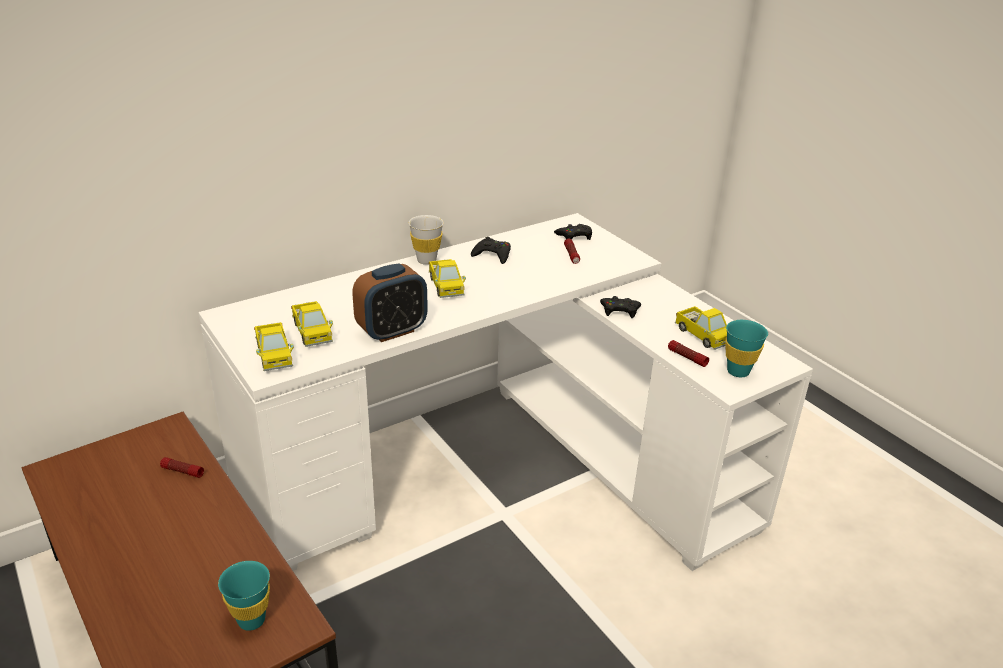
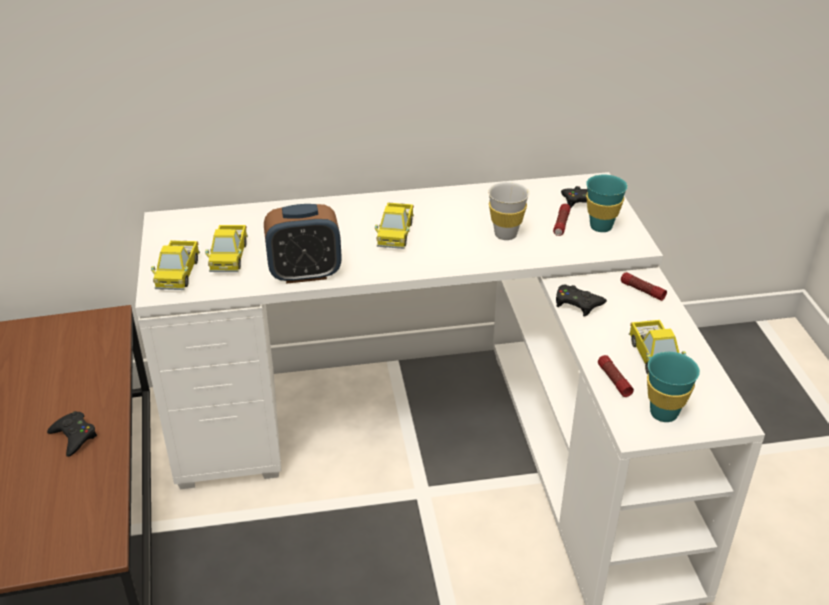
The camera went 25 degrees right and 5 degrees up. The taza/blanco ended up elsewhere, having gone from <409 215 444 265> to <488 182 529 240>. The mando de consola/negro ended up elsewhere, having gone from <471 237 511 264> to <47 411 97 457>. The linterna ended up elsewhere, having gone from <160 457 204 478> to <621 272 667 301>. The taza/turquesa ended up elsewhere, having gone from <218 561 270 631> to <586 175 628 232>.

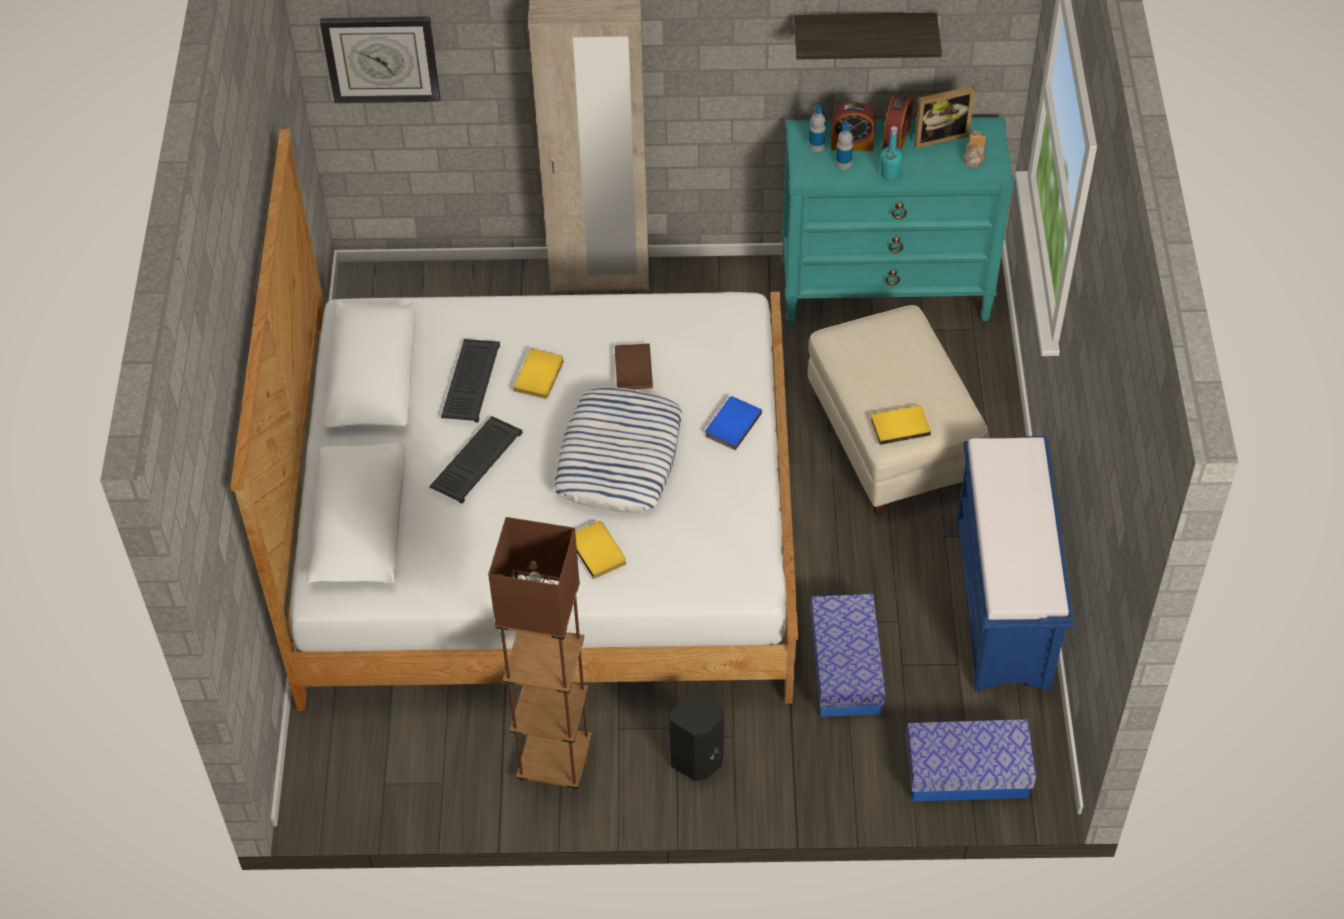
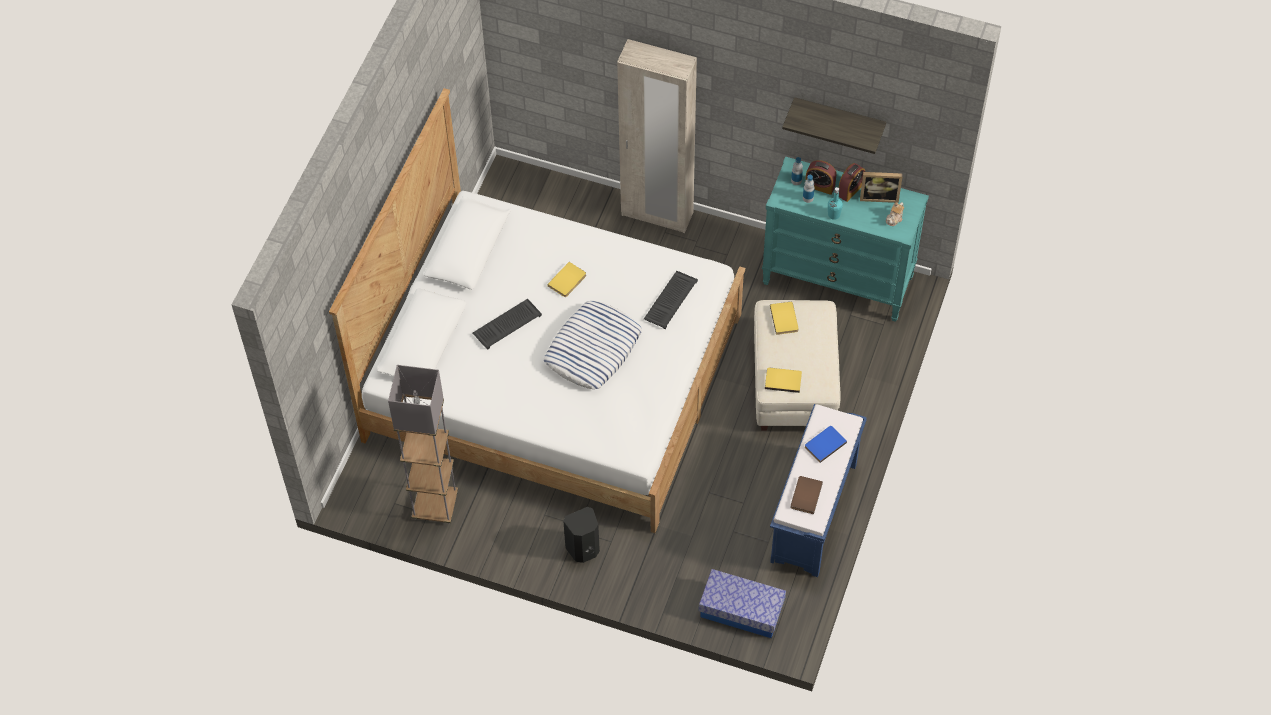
The camera went 20 degrees right and 5 degrees up. The second view lost the reloj de pared at <320 16 440 103>. The teclado ended up elsewhere, having gone from <441 339 500 422> to <644 271 698 329>. The libro/marrón ended up elsewhere, having gone from <615 344 653 389> to <791 476 823 514>. The libro/azul ended up elsewhere, having gone from <705 396 762 450> to <805 426 847 463>. The second view lost the lámpara de pie/marrón at <488 517 592 791>. The libro/amarillo ended up elsewhere, having gone from <575 521 626 579> to <770 302 798 335>. The second view lost the caja de almacenaje at <810 594 885 717>. The second view gained the lámpara de pie/gris at <388 365 458 524>.

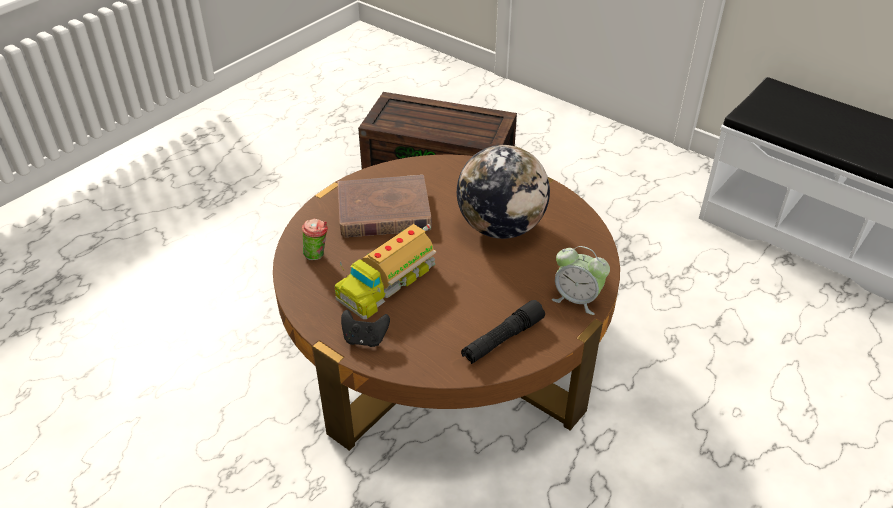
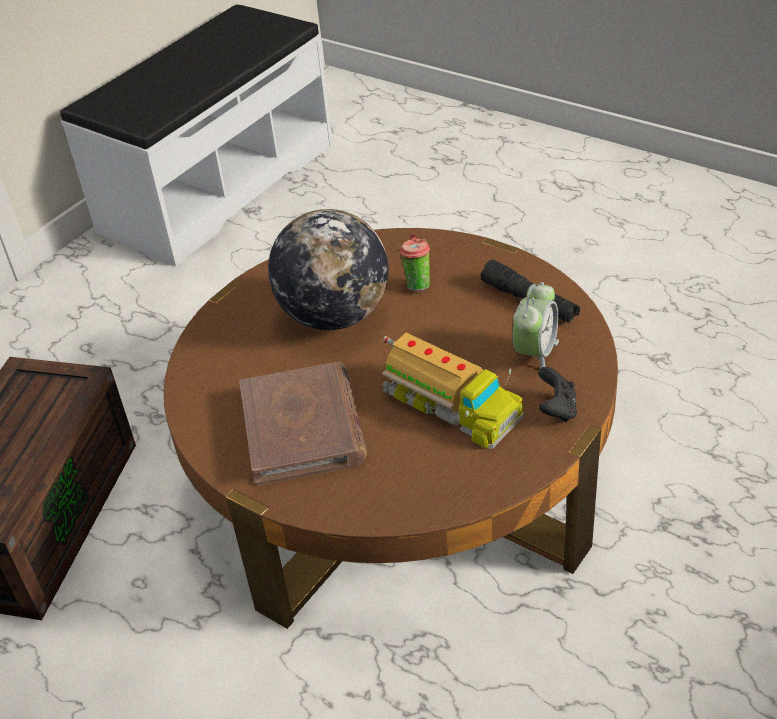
The camera went 90 degrees left and 0 degrees up. The taza ended up elsewhere, having gone from <302 219 328 260> to <399 233 430 291>. The despertador ended up elsewhere, having gone from <552 246 610 315> to <512 282 559 368>.

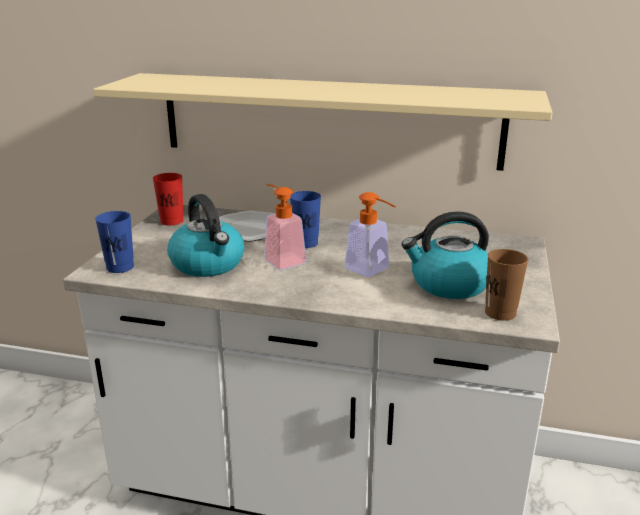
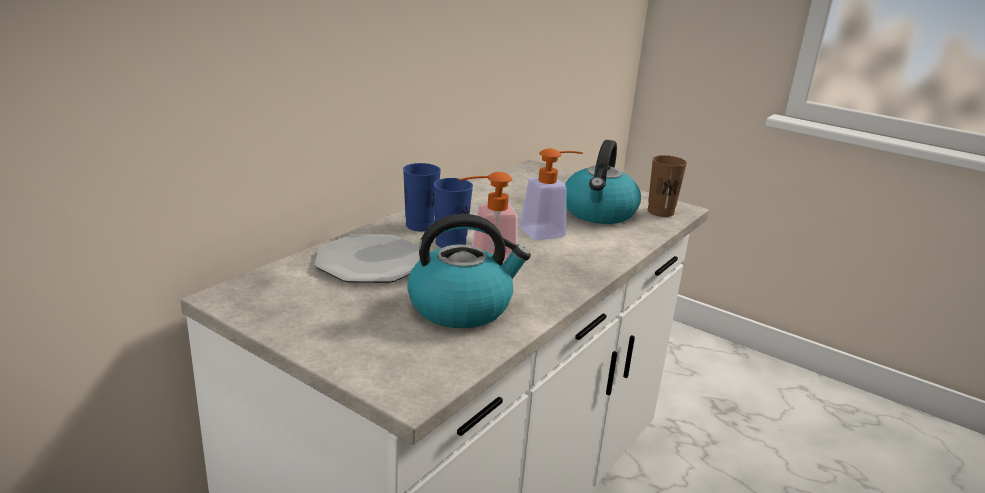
The camera went 70 degrees left and 0 degrees up. The second view lost the estante/beis at <93 73 552 171>. The second view lost the taza/rojo at <153 173 184 226>. The taza/azul ended up elsewhere, having gone from <95 211 134 273> to <403 163 441 231>.

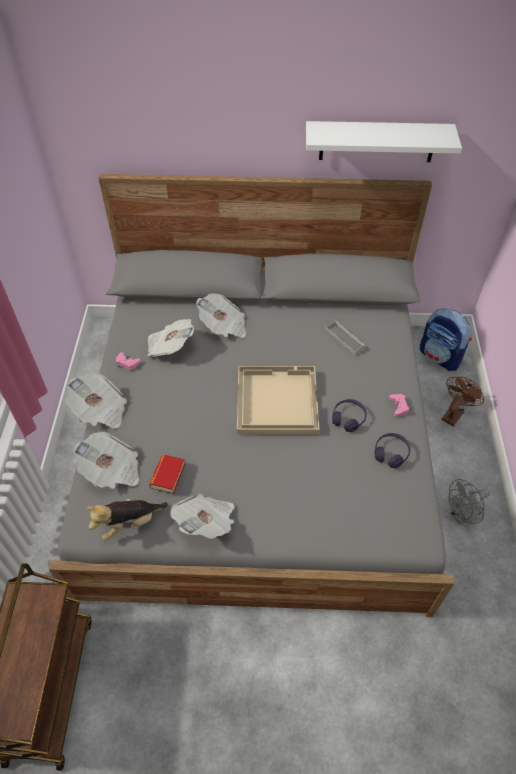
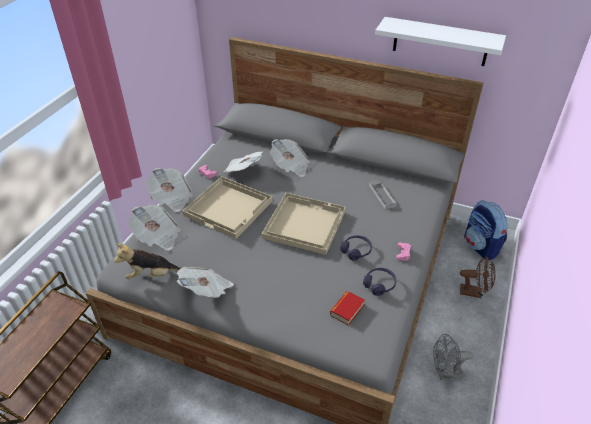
The camera went 20 degrees right and 10 degrees down. The ventilador/marrón at <441 377 484 426> ended up facing another way, 45 degrees clockwise from before. The libro ended up elsewhere, having gone from <149 454 185 494> to <330 291 365 326>. The second view gained the bandeja/beis at <182 176 273 239>.

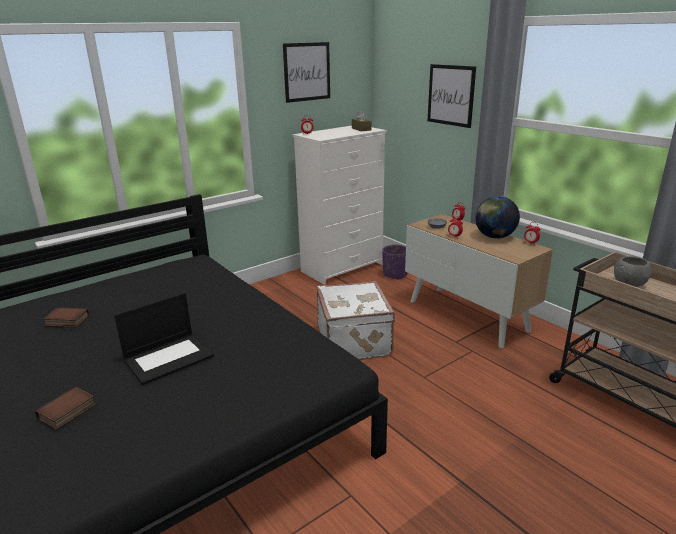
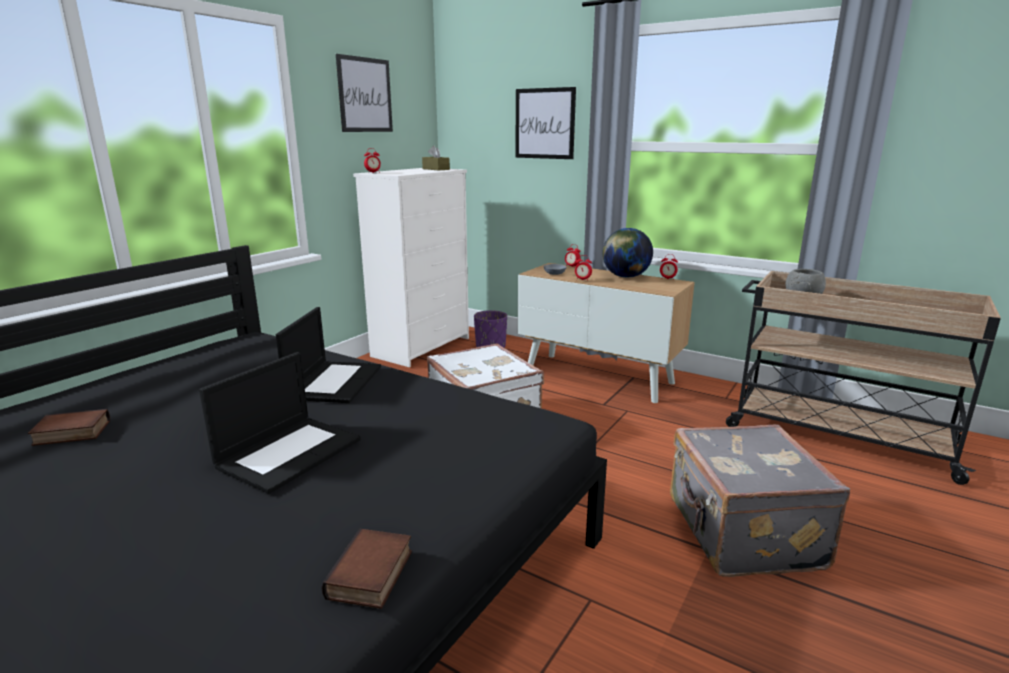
The camera went 20 degrees left and 5 degrees down. The libro ended up elsewhere, having gone from <35 387 96 430> to <321 529 412 609>. The second view gained the portátil at <276 307 381 403>. The second view gained the maleta/gris at <670 425 850 577>.

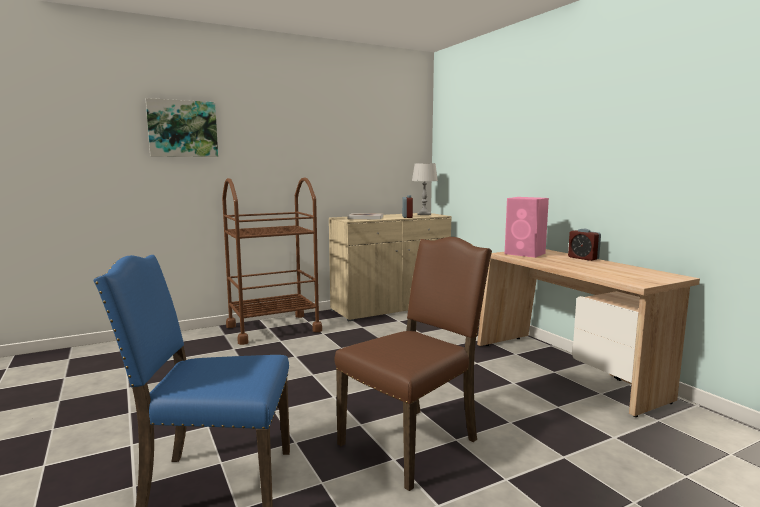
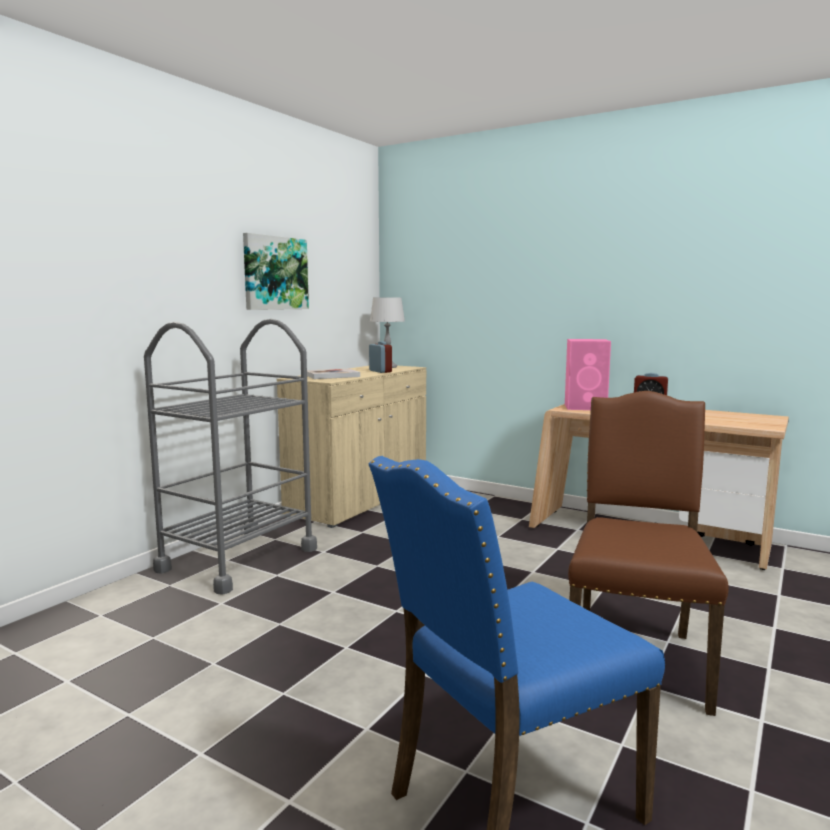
The camera went 30 degrees left and 0 degrees up. The cuadro ended up elsewhere, having gone from <146 98 218 157> to <243 233 309 310>. What was the carrito/marrón at <222 177 322 345> turned into the carrito/gris at <144 319 317 595>.

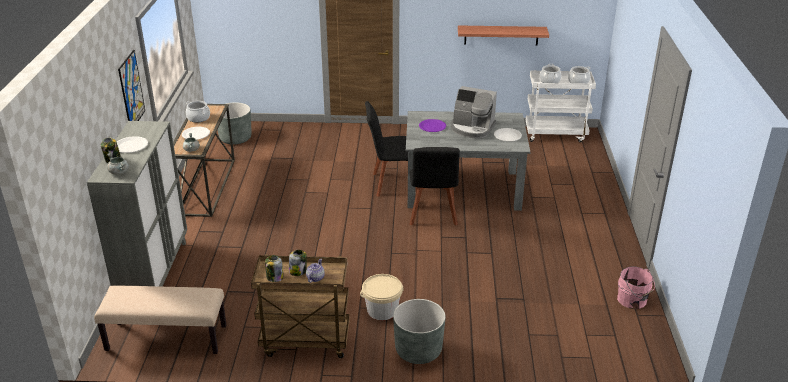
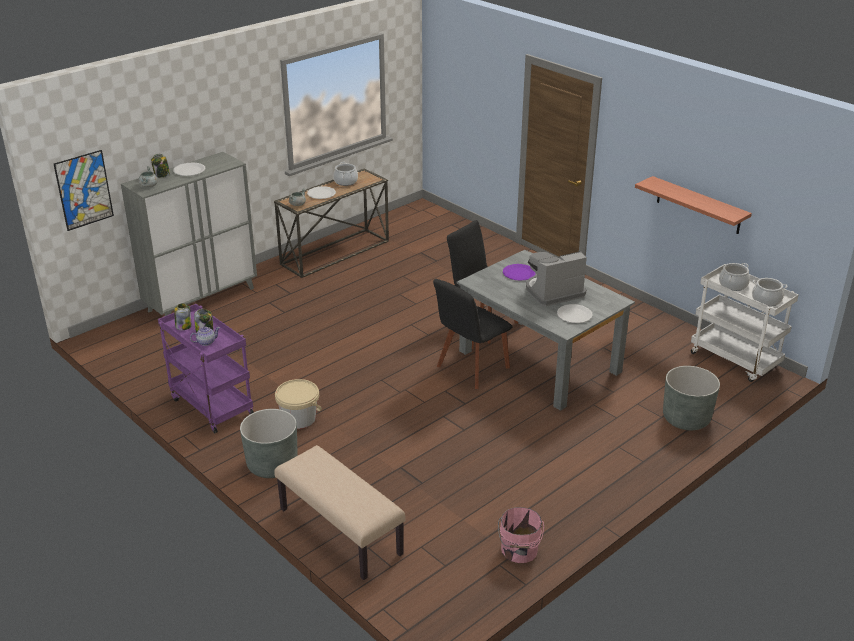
The camera went 45 degrees right and 0 degrees up. The cuadro ended up elsewhere, having gone from <118 50 145 121> to <54 150 114 231>. The cafetera at <451 86 497 138> ended up facing another way, 90 degrees clockwise from before. The maceta/gris ended up elsewhere, having gone from <218 102 252 145> to <663 366 720 430>. What was the carrito/marrón at <251 255 350 358> turned into the carrito/morado at <158 304 254 433>. The banco/beis ended up elsewhere, having gone from <94 286 226 354> to <274 445 406 580>.

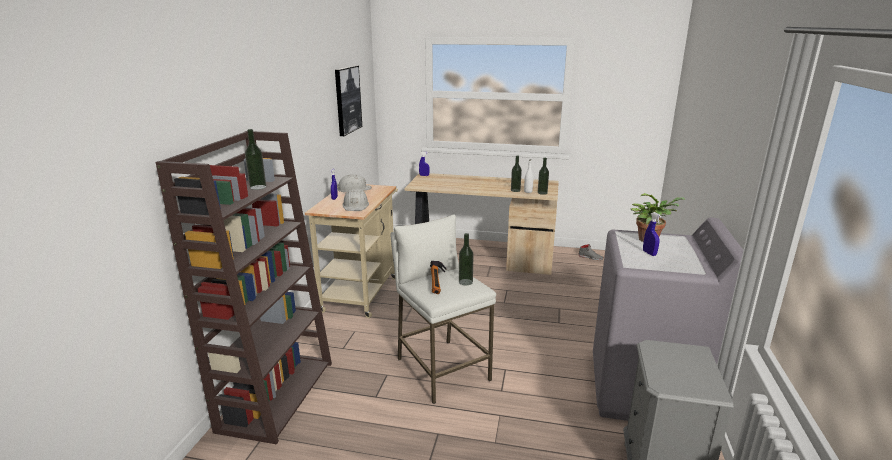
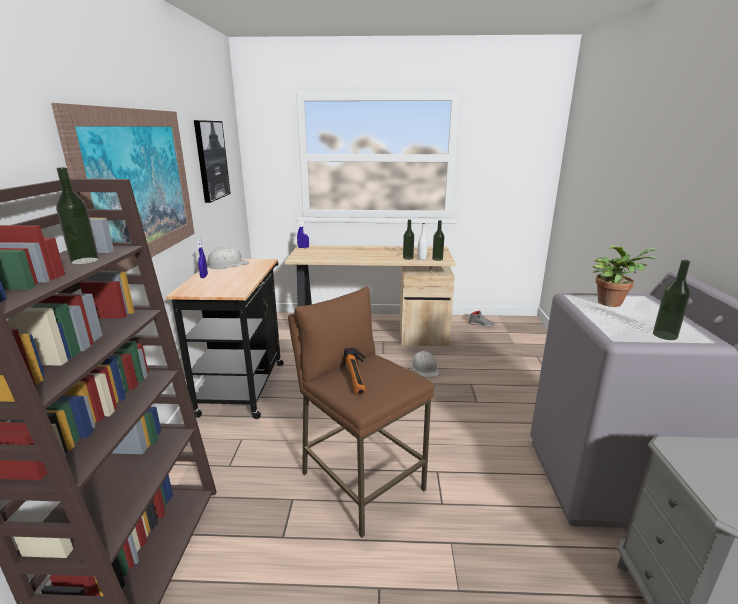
The camera went 10 degrees left and 0 degrees up. What was the carrito/beis at <305 184 398 318> turned into the carrito/negro at <166 259 284 419>. The casco/blanco ended up elsewhere, having gone from <343 188 369 211> to <411 351 439 378>. The second view lost the pulverizador/azul at <643 212 662 256>. What was the taburete/blanco at <390 214 496 404> turned into the taburete/marrón at <288 286 434 537>. The botella ended up elsewhere, having gone from <459 233 474 285> to <653 260 690 340>. The second view gained the cuadro at <51 103 195 272>.

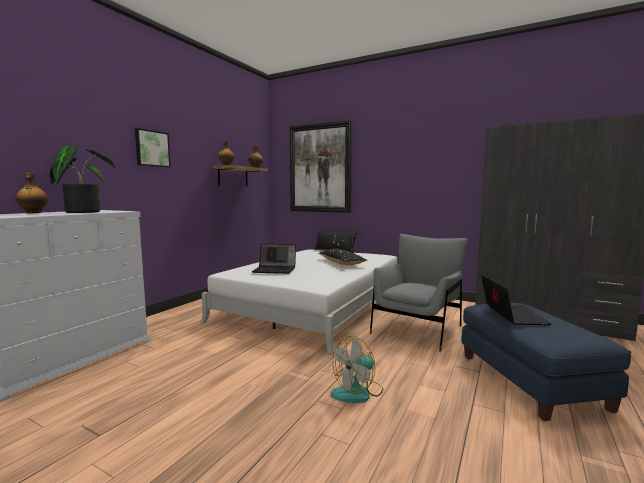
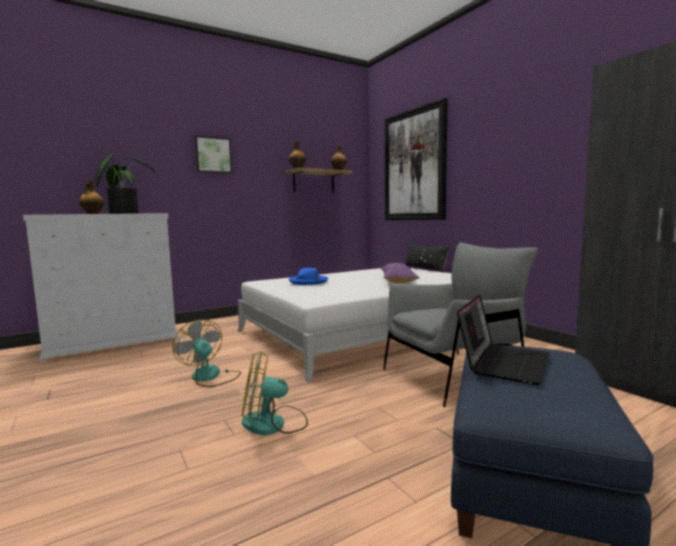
The camera went 30 degrees right and 0 degrees up. Where the portátil stood at <252 244 296 274>, the sombrero/azul came to stand at <289 268 328 285>. What was the cojín/negro at <319 249 367 265> turned into the cojín/morado at <380 263 420 283>. The second view gained the ventilador at <172 319 241 387>.

